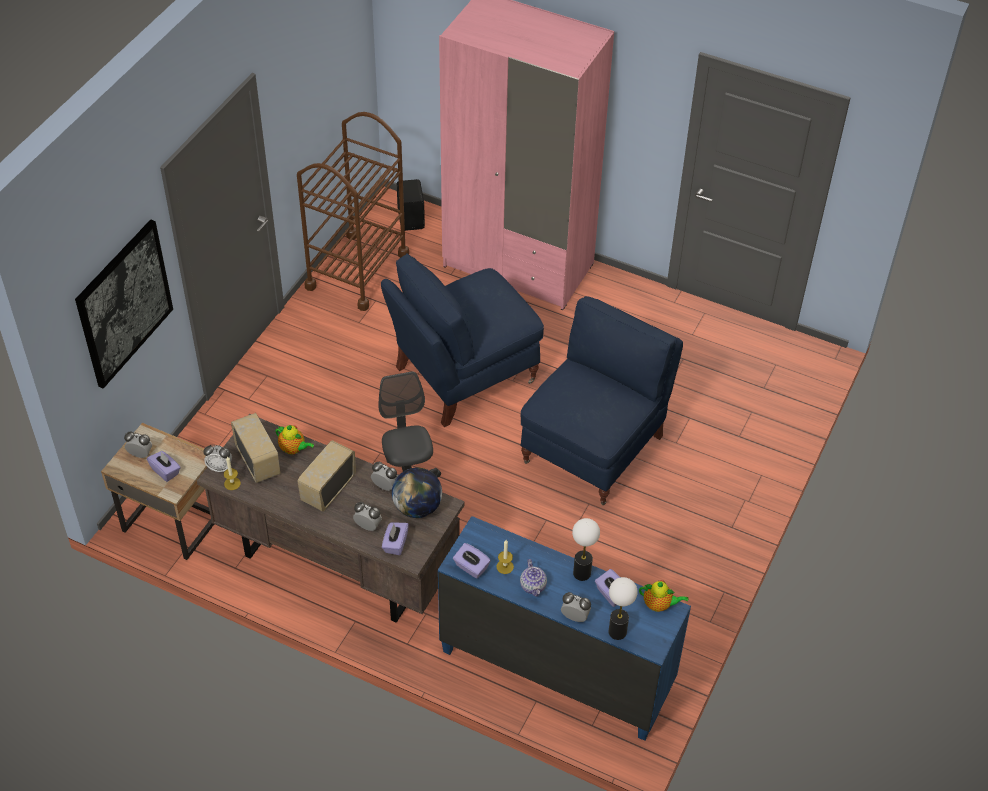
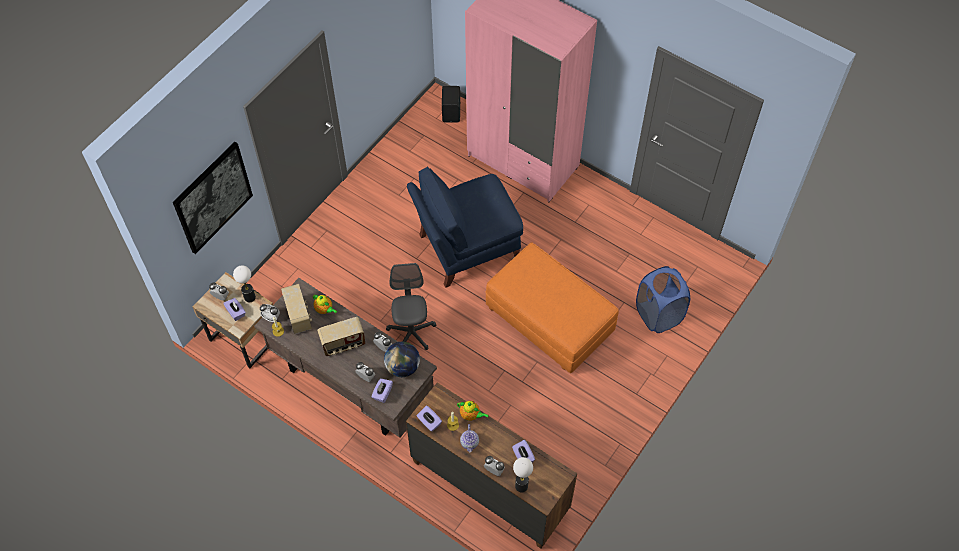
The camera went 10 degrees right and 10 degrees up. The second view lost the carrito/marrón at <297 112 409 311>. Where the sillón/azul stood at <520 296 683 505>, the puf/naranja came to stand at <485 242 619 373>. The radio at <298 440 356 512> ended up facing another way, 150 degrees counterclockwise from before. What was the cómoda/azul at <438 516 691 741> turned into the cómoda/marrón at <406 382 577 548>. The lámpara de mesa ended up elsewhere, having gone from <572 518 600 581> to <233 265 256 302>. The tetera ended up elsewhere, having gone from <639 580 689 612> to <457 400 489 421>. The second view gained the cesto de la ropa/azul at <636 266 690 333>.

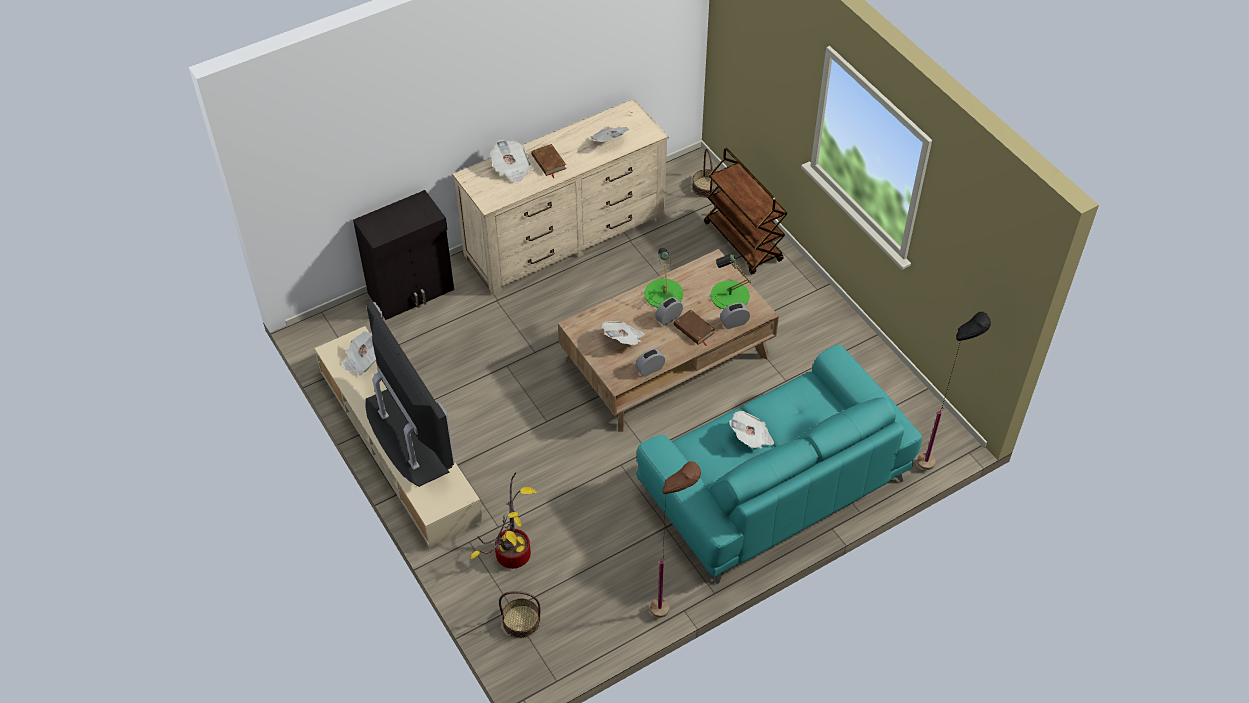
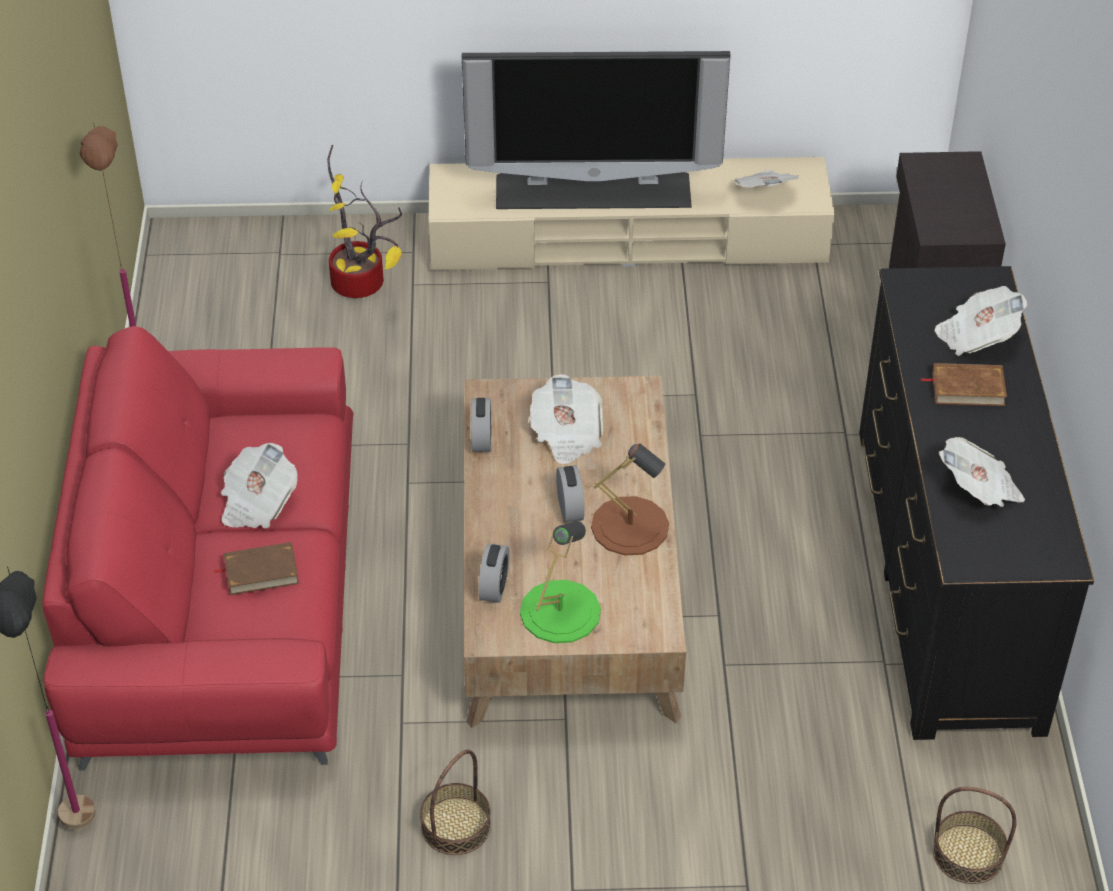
The camera went 120 degrees right and 5 degrees down. What was the cómoda/beis at <452 99 669 295> turned into the cómoda/negro at <859 266 1094 740>. The second view lost the carrito/marrón at <704 148 788 274>. What was the lámpara de mesa/verde at <644 247 684 308> turned into the lámpara de mesa/marrón at <591 443 669 555>. The libro/marrón ended up elsewhere, having gone from <674 309 714 346> to <213 542 299 595>. What was the sofá/turquesa at <636 345 922 584> turned into the sofá/rojo at <43 326 354 771>. The cesta ended up elsewhere, having gone from <499 591 540 638> to <420 750 491 855>.

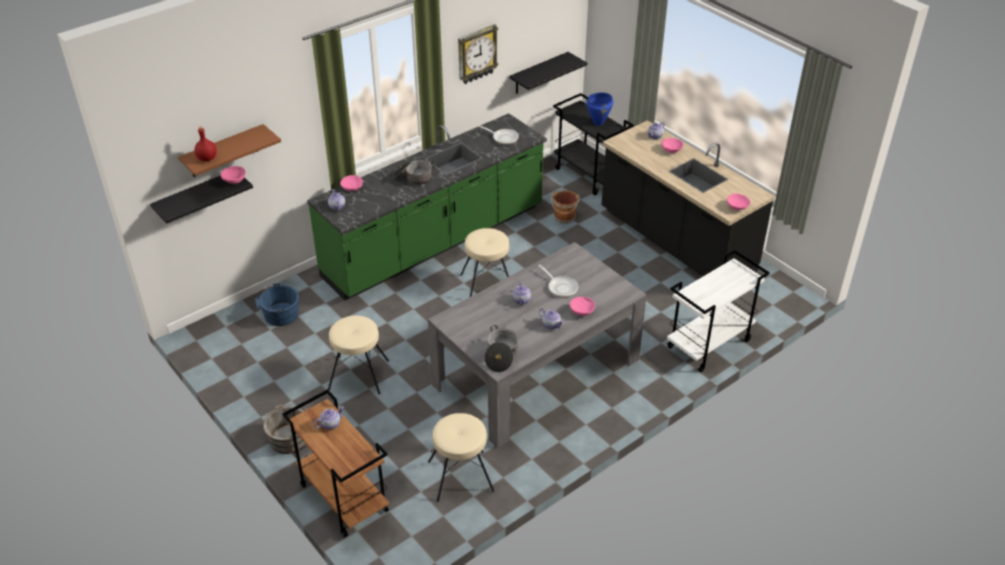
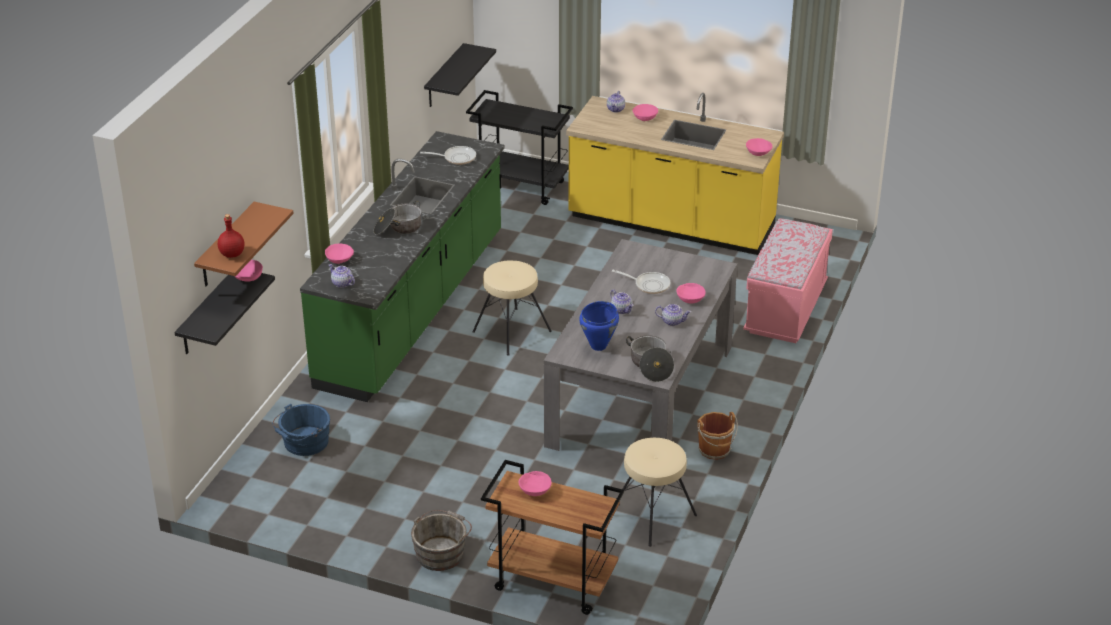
The camera went 30 degrees left and 5 degrees down. The second view lost the reloj de pared at <458 24 498 84>. The olla/azul ended up elsewhere, having gone from <586 92 613 126> to <579 301 619 351>. What was the mueble bajo de cocina/negro at <601 120 775 276> turned into the mueble bajo de cocina/amarillo at <566 93 784 255>. The cubo/marrón ended up elsewhere, having gone from <551 190 580 223> to <697 412 738 460>. Where the carrito/blanco stood at <667 250 770 372>, the banco/rosa came to stand at <743 218 833 343>. The second view lost the taburete/beis at <328 315 389 394>. Where the tetera stood at <314 406 345 430>, the cuenco/rosa came to stand at <519 471 552 496>.

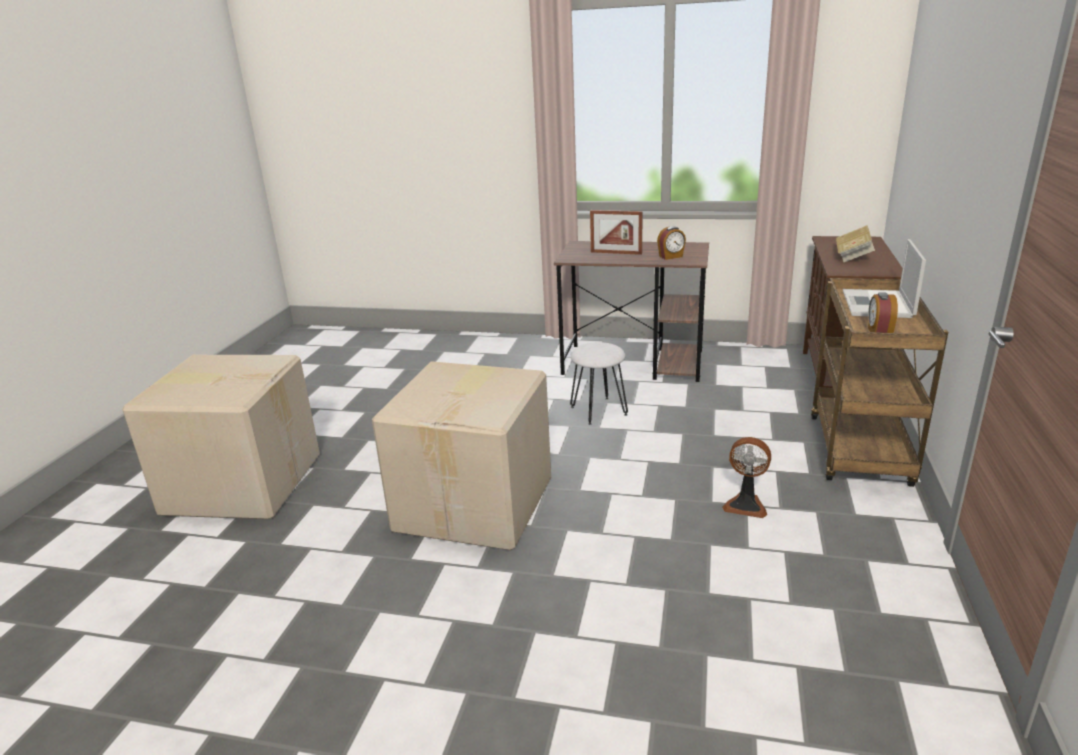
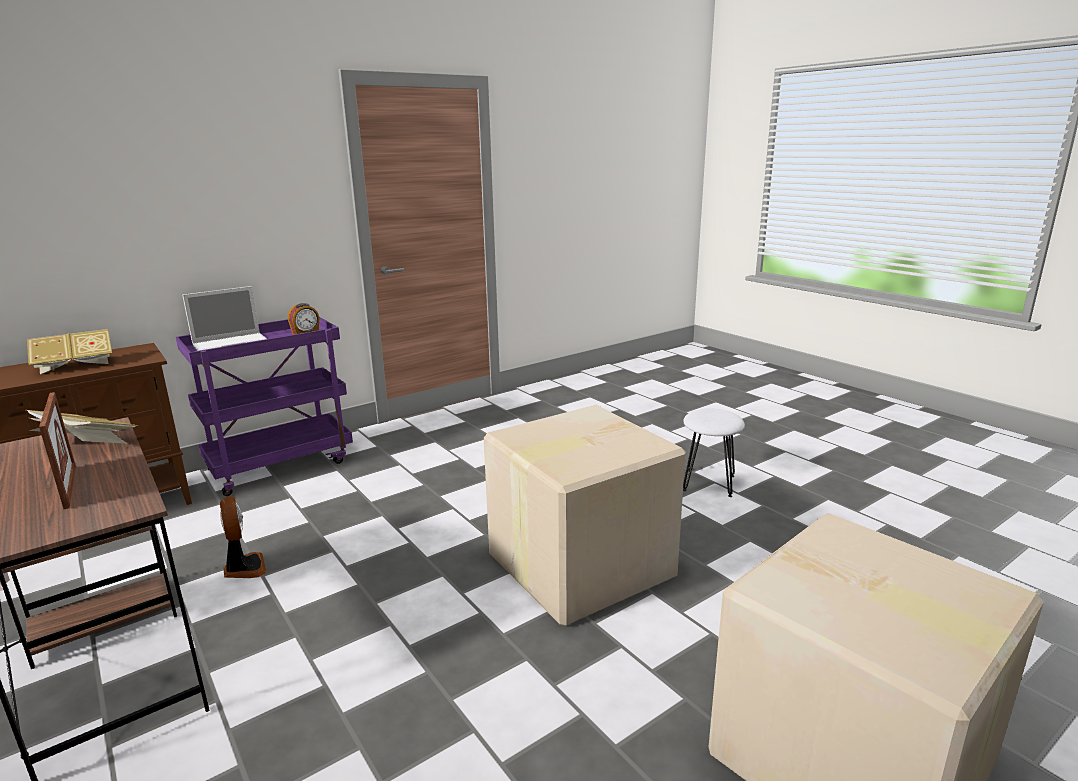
The camera went 140 degrees left and 5 degrees down. Where the despertador stood at <657 226 686 260>, the libro came to stand at <25 410 138 444>. What was the carrito/marrón at <811 278 948 487> turned into the carrito/morado at <176 317 353 496>. The taburete/blanco ended up elsewhere, having gone from <570 342 628 425> to <683 408 745 497>. The ventilador ended up elsewhere, having gone from <722 437 771 518> to <220 496 267 578>.

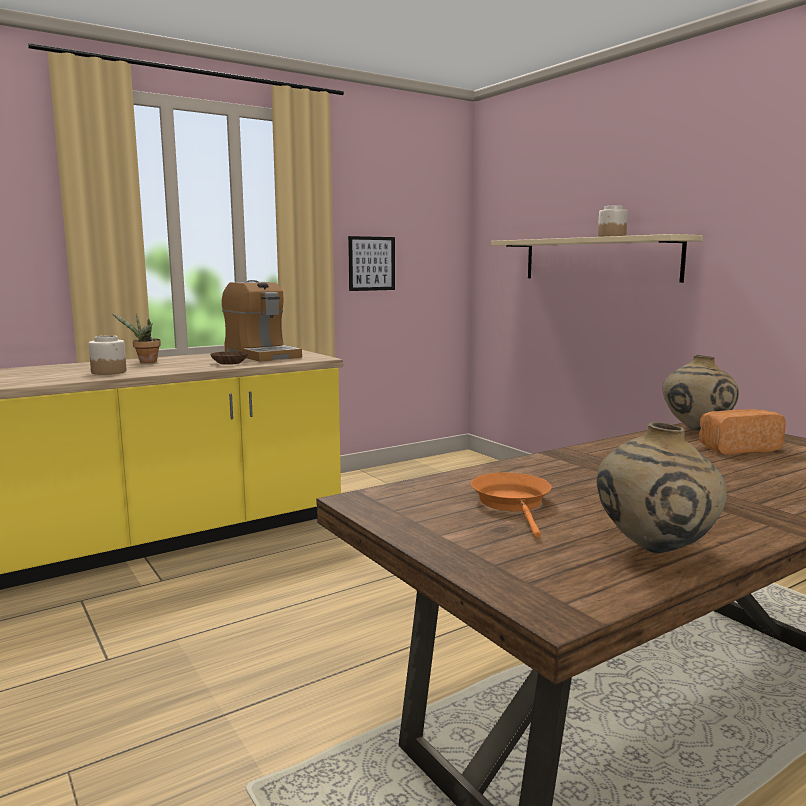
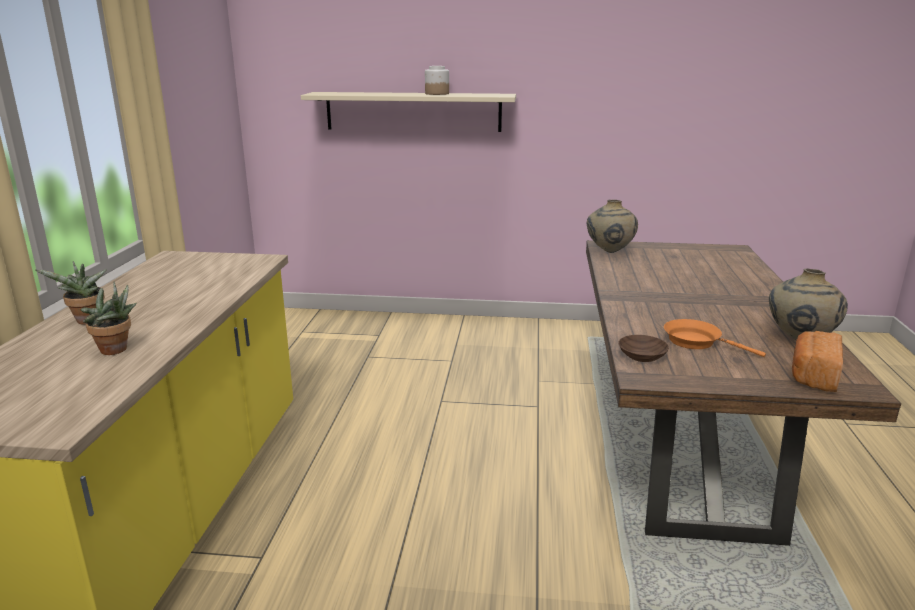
The camera went 50 degrees left and 10 degrees up. The second view lost the cuadro at <348 236 395 291>. The second view lost the cafetera at <222 280 302 362>. Where the tarro stood at <89 335 127 375>, the planta en maceta came to stand at <81 282 137 355>. The cuenco/marrón ended up elsewhere, having gone from <210 351 248 365> to <618 335 669 362>. The pan ended up elsewhere, having gone from <699 409 786 455> to <792 331 843 392>.

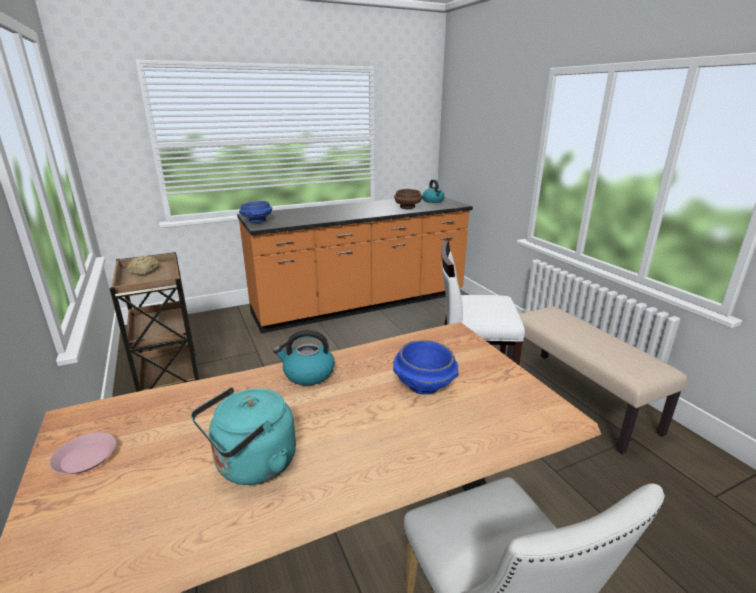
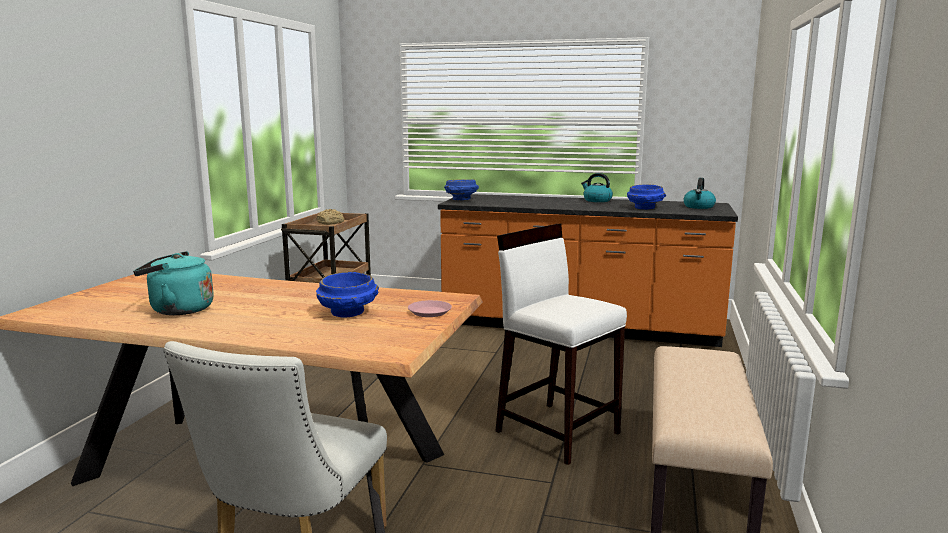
The camera went 40 degrees right and 10 degrees down. What was the cuenco/marrón at <394 189 423 209> turned into the cuenco/azul at <627 185 666 209>. The hervidor ended up elsewhere, having gone from <273 330 335 386> to <581 173 613 202>. The plato/rosa ended up elsewhere, having gone from <49 432 116 474> to <408 300 452 317>.

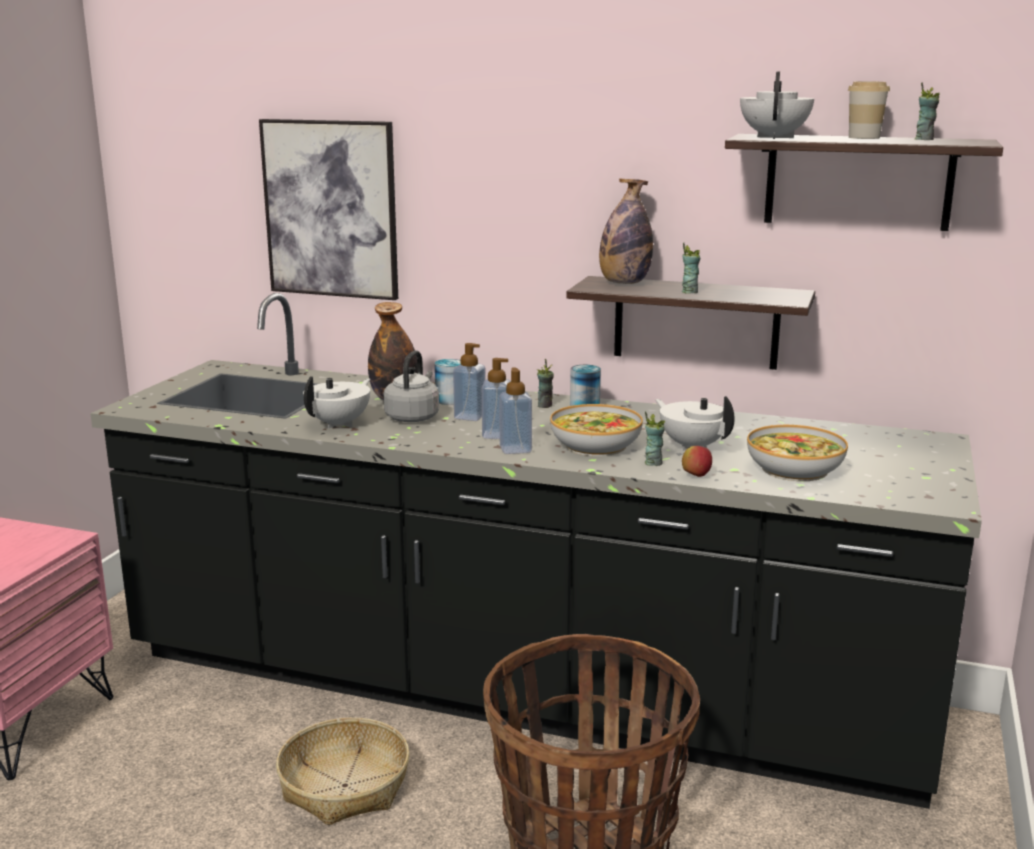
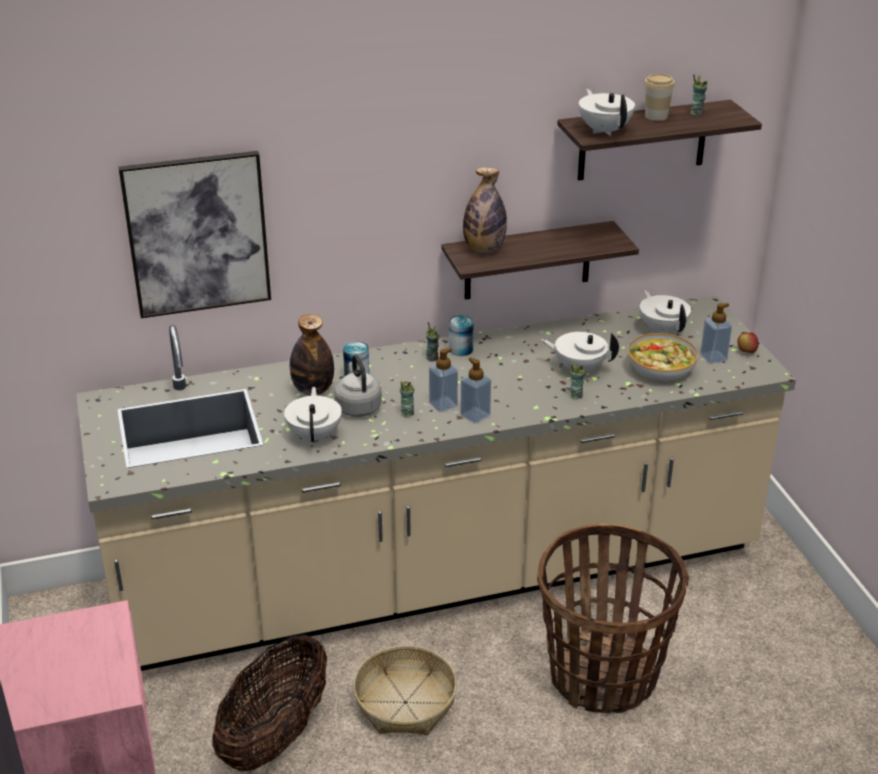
The camera went 35 degrees left and 15 degrees up. The taza ended up elsewhere, having gone from <682 242 700 294> to <400 381 414 418>. What was the mueble bajo de cocina/negro at <90 293 982 809> turned into the mueble bajo de cocina/beis at <76 295 796 671>. The dispensador de jabón ended up elsewhere, having gone from <453 343 486 421> to <700 303 732 363>. The second view lost the cuenco at <550 404 643 456>. The manzana ended up elsewhere, having gone from <682 446 712 477> to <738 332 759 353>. The second view gained the tetera/blanco at <640 290 691 334>. The second view gained the cesta at <212 634 327 772>.

